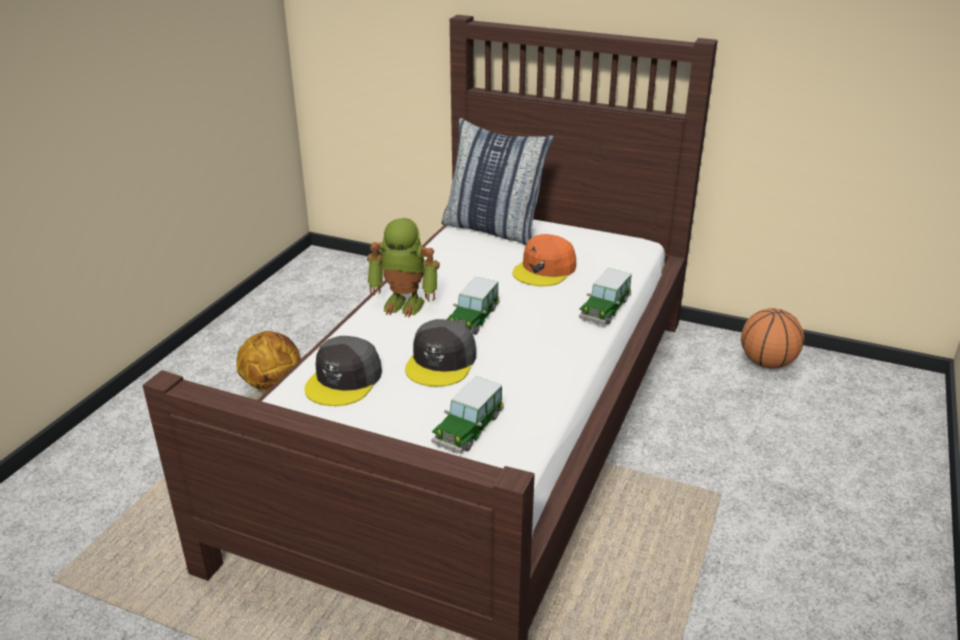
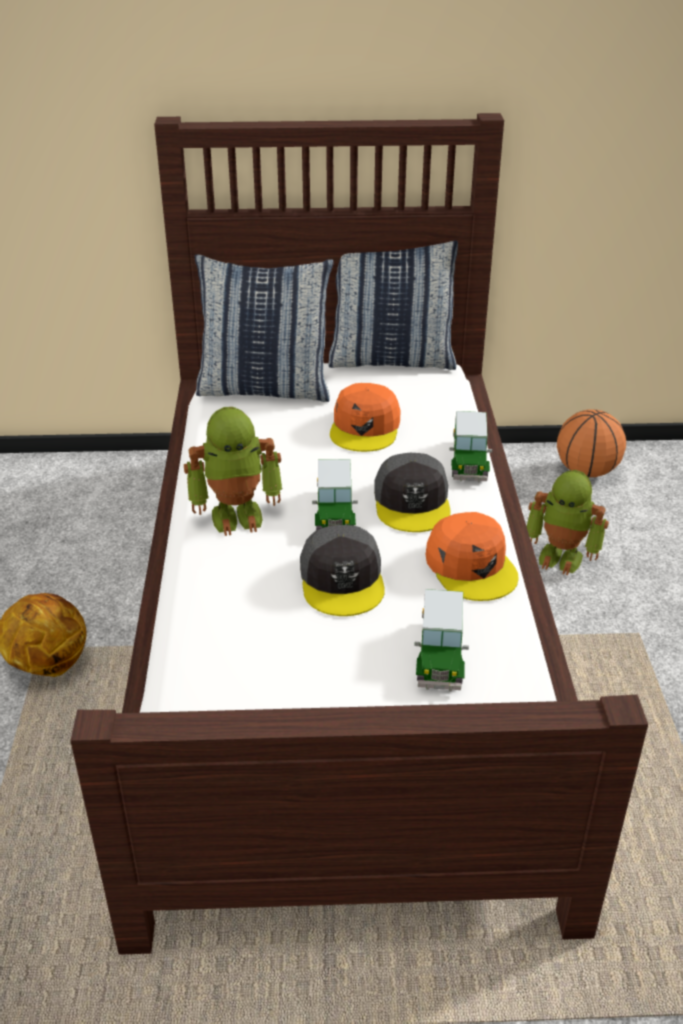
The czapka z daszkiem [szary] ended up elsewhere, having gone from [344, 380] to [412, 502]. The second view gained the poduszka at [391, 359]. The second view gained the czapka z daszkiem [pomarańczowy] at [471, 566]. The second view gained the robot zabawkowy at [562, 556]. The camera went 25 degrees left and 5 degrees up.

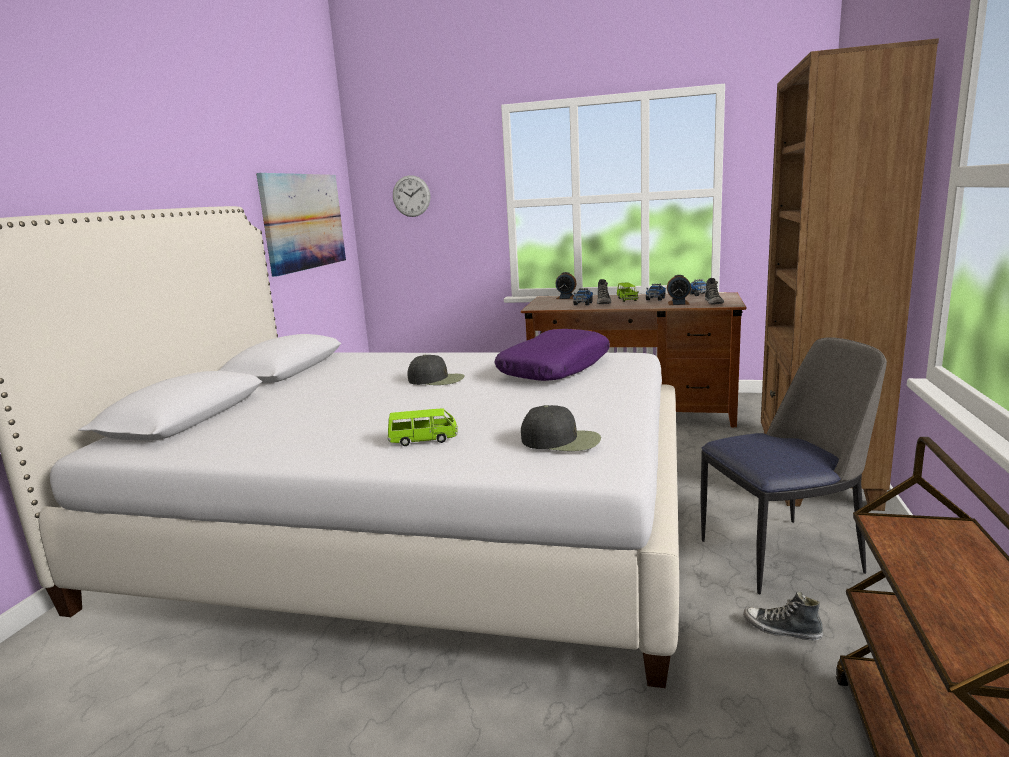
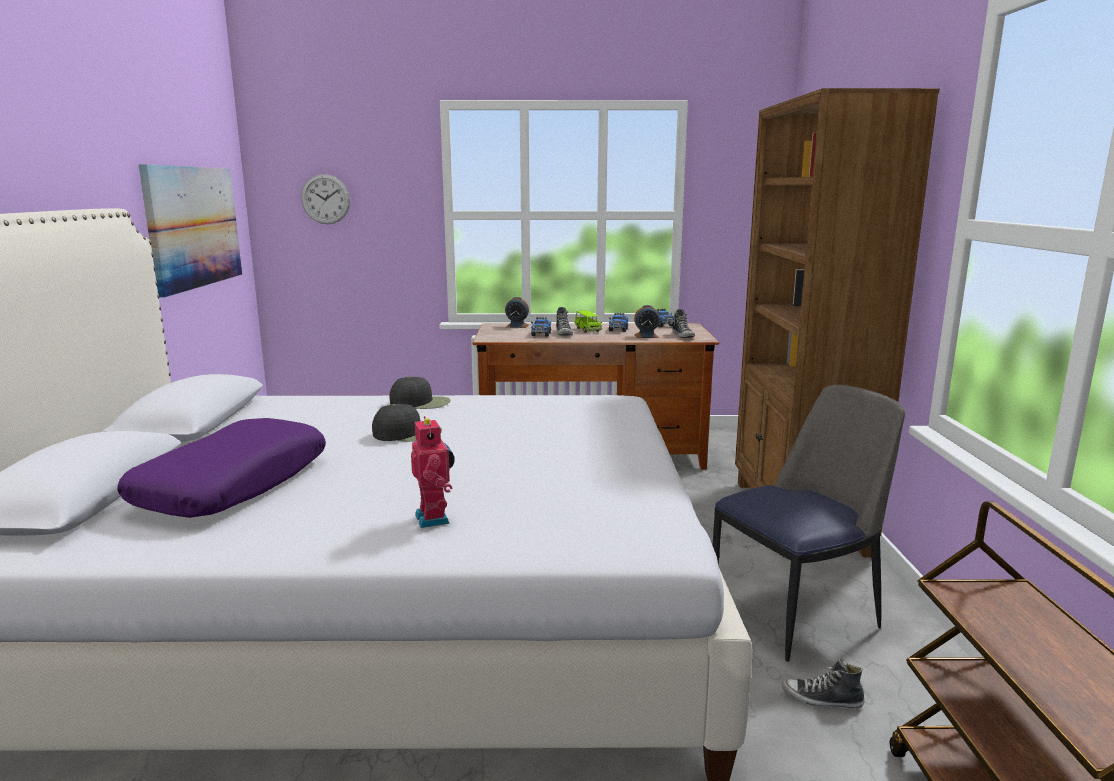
Where the samochodzik [zielony] stood at [423, 440], the robot zabawkowy came to stand at [435, 518]. The poduszka [fioletowy] ended up elsewhere, having gone from [554, 368] to [233, 484]. The czapka z daszkiem [czarny] ended up elsewhere, having gone from [562, 440] to [421, 403]. The camera went 15 degrees left and 0 degrees up.

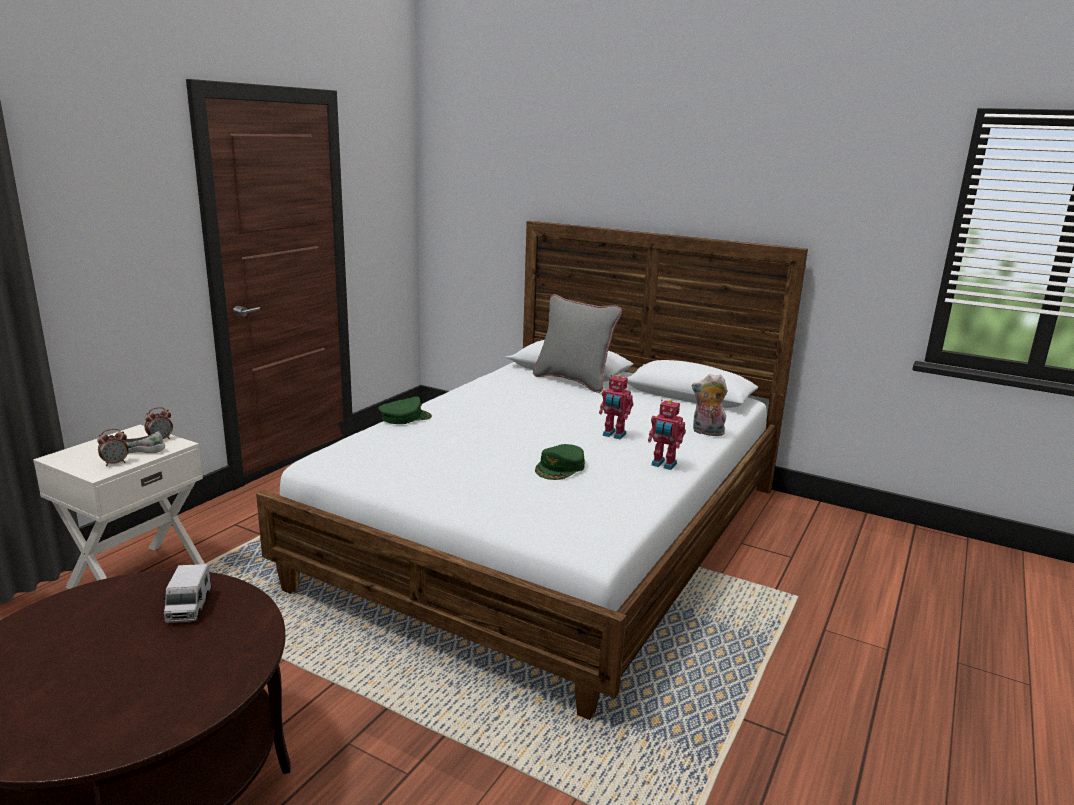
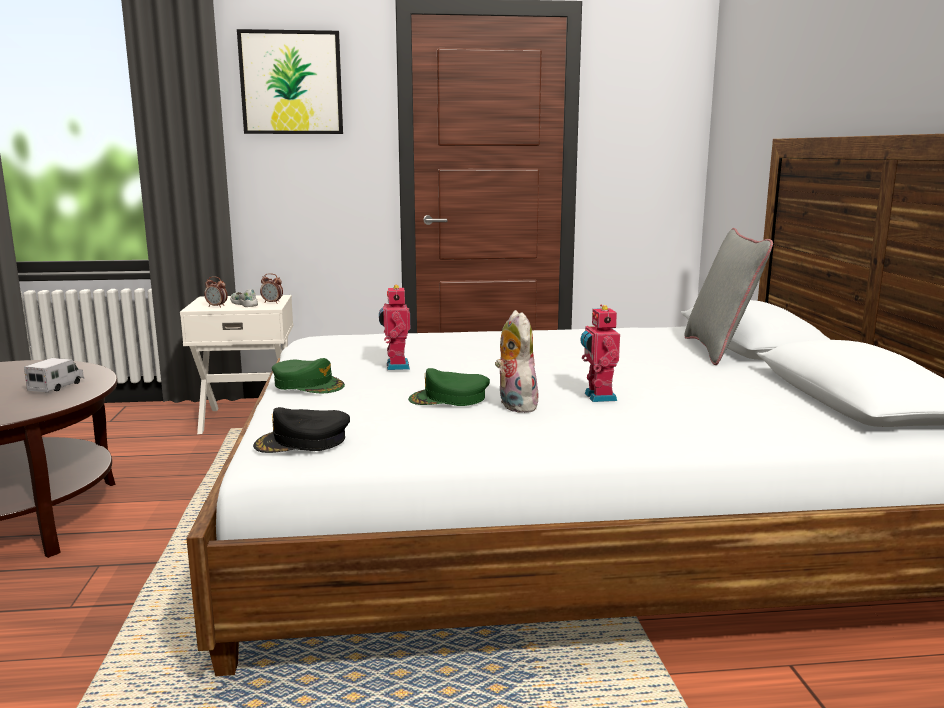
The ciężarówka zabawkowa at [188, 607] ended up facing another way, 150 degrees clockwise from before. The czapka z daszkiem [zielony] ended up elsewhere, having gone from [405, 417] to [308, 384]. The robot zabawkowy ended up elsewhere, having gone from [663, 465] to [395, 366]. The pluszak ended up elsewhere, having gone from [706, 432] to [514, 405]. The second view gained the obraz at [291, 83]. The second view gained the czapka z daszkiem [czarny] at [303, 441]. The camera went 55 degrees right and 5 degrees down.

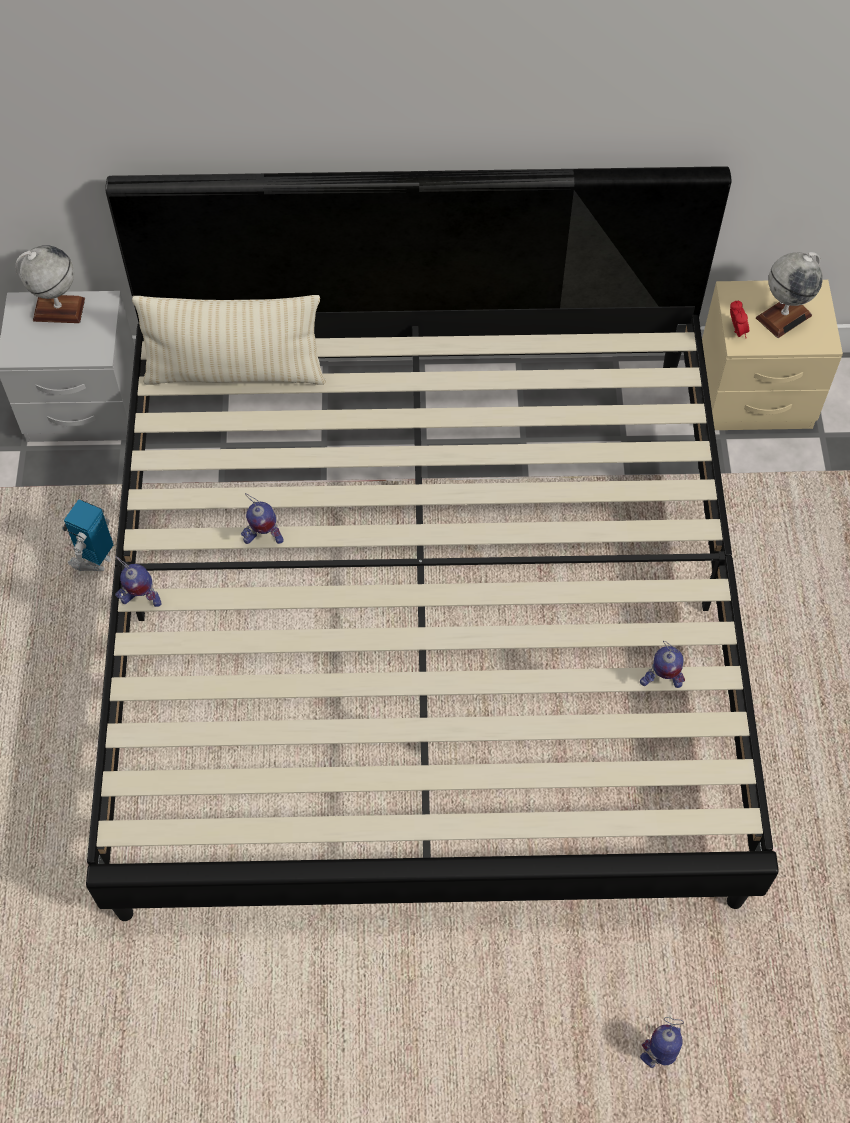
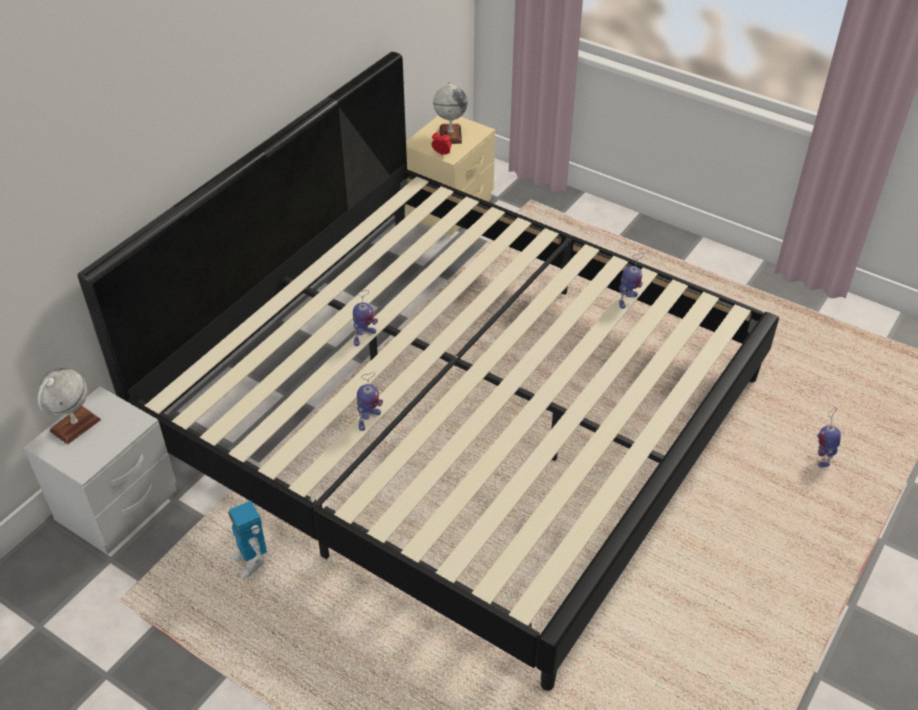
The robot zabawkowy ended up elsewhere, having gone from [141, 600] to [363, 337]. The second view lost the poduszka [beżowy] at [235, 372]. The camera went 55 degrees left and 15 degrees down.

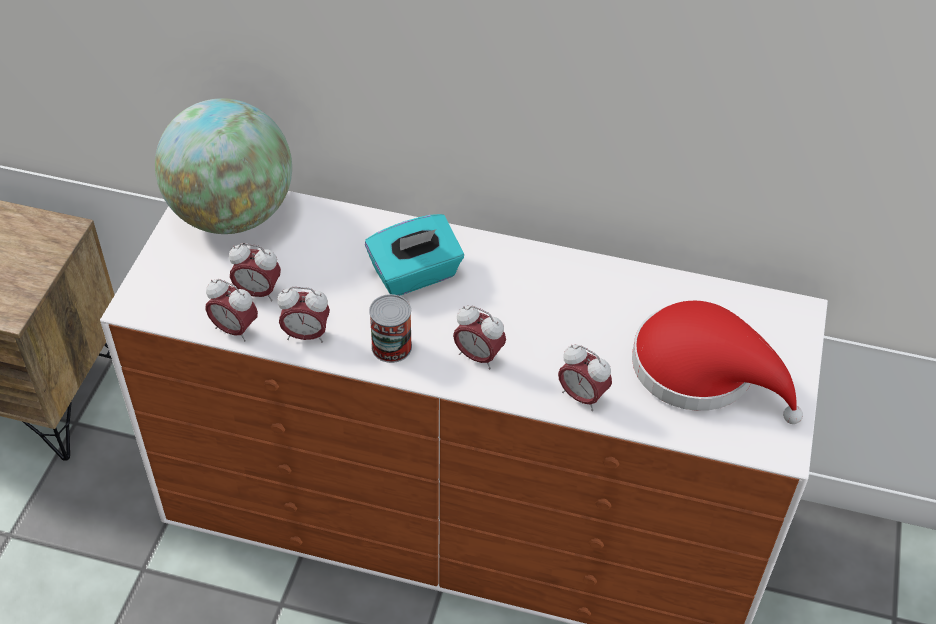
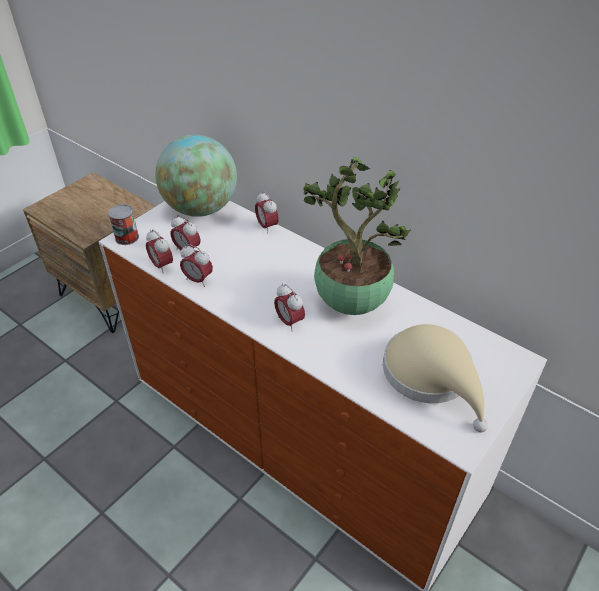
The second view lost the pudełko chusteczek [turkusowy] at [415, 275]. The puszka ended up elsewhere, having gone from [391, 347] to [127, 237]. The budzik ended up elsewhere, having gone from [581, 396] to [267, 227]. What was the kapelusz [czerwony] at [703, 371] turned into the kapelusz [beżowy] at [431, 376]. The second view gained the roślina doniczkowa at [349, 303]. The camera went 25 degrees right and 5 degrees down.

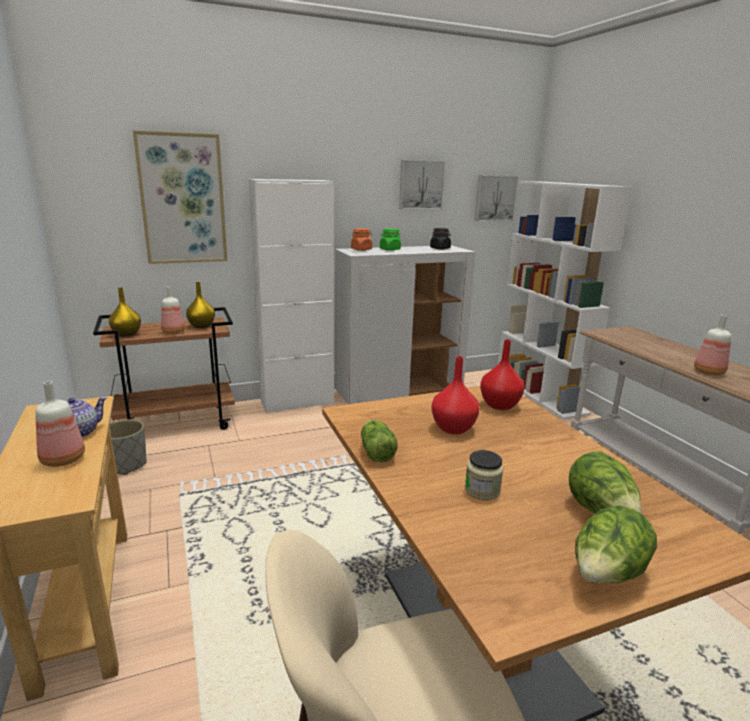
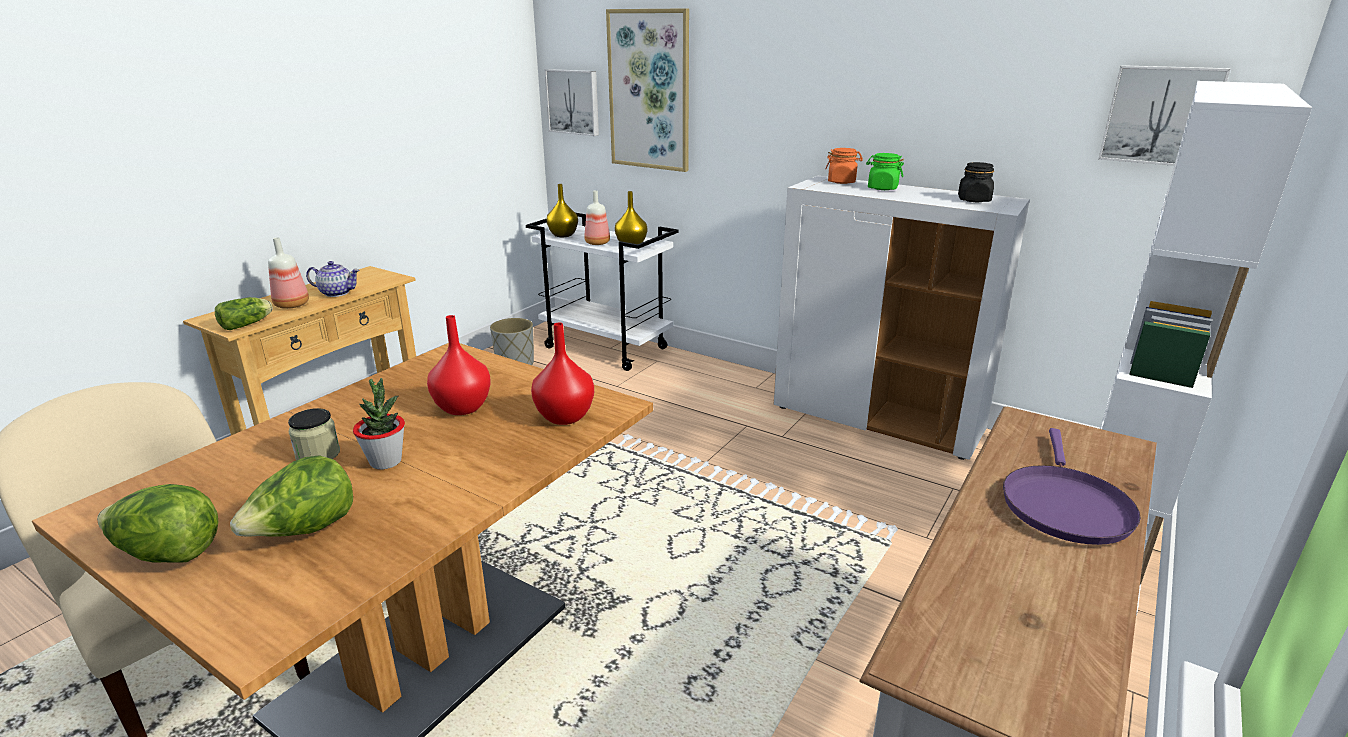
What was the wózek [brązowy] at [178, 423] turned into the wózek [biały] at [607, 348]. The second view lost the szafka [biały] at [297, 402]. The sałata ended up elsewhere, having gone from [376, 451] to [248, 324]. The obraz ended up elsewhere, having gone from [421, 184] to [574, 102]. The second view lost the butelka at [708, 372]. The second view gained the roślina doniczkowa at [386, 461]. The second view gained the patelnia [fioletowy] at [1064, 505]. The camera went 55 degrees right and 5 degrees up.

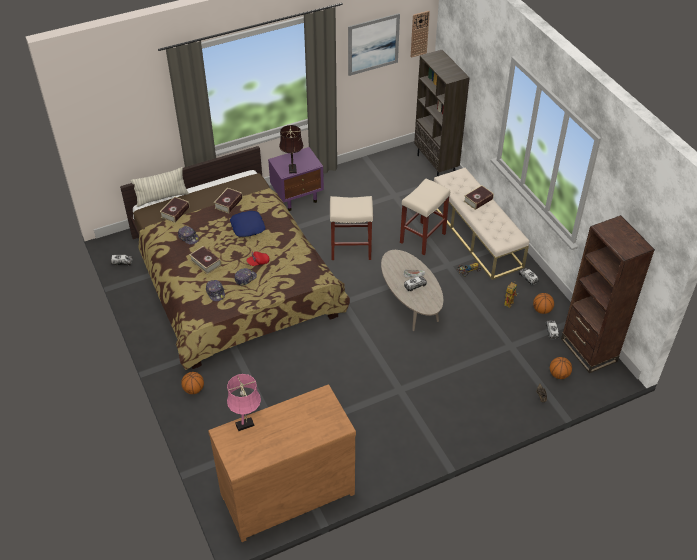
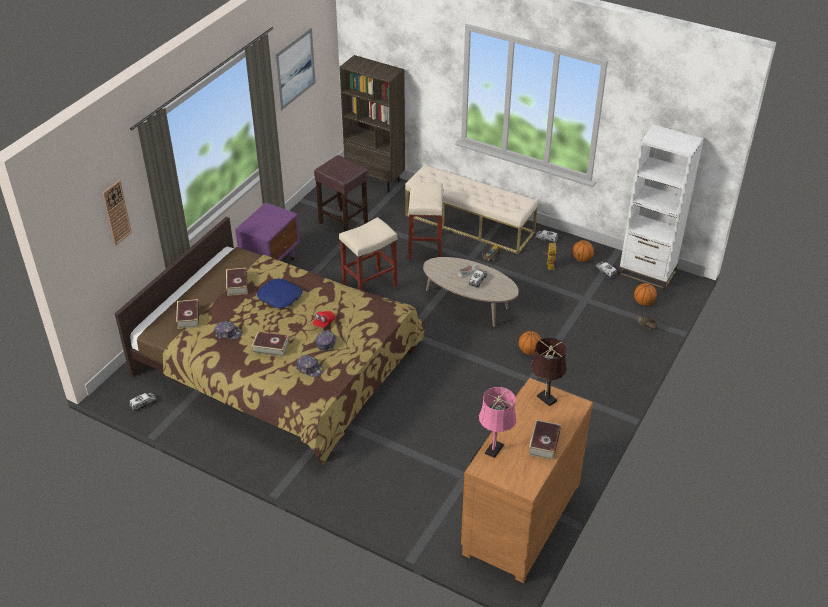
The second view lost the poduszka at [162, 198]. The piłka do koszykówki ended up elsewhere, having gone from [194, 389] to [529, 351]. The lampa stołowa [brązowy] ended up elsewhere, having gone from [292, 168] to [545, 397]. The zegar ścienny ended up elsewhere, having gone from [419, 34] to [116, 212]. The książka ended up elsewhere, having gone from [478, 200] to [544, 443]. What was the regał [brązowy] at [588, 350] turned into the regał [biały] at [647, 273]. The second view gained the stołek [brązowy] at [344, 223]. The camera went 35 degrees left and 5 degrees down.

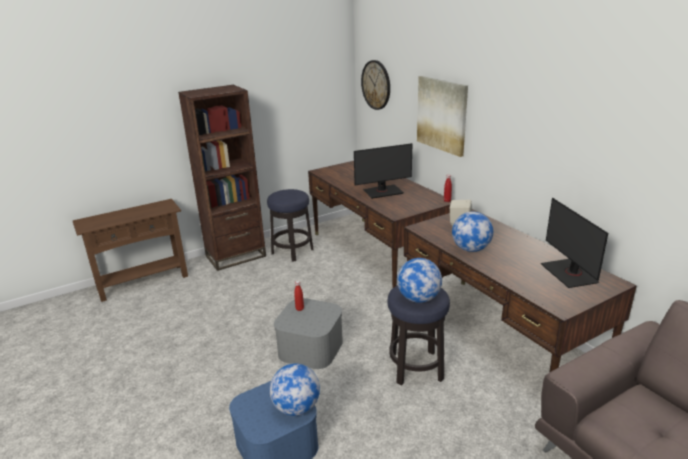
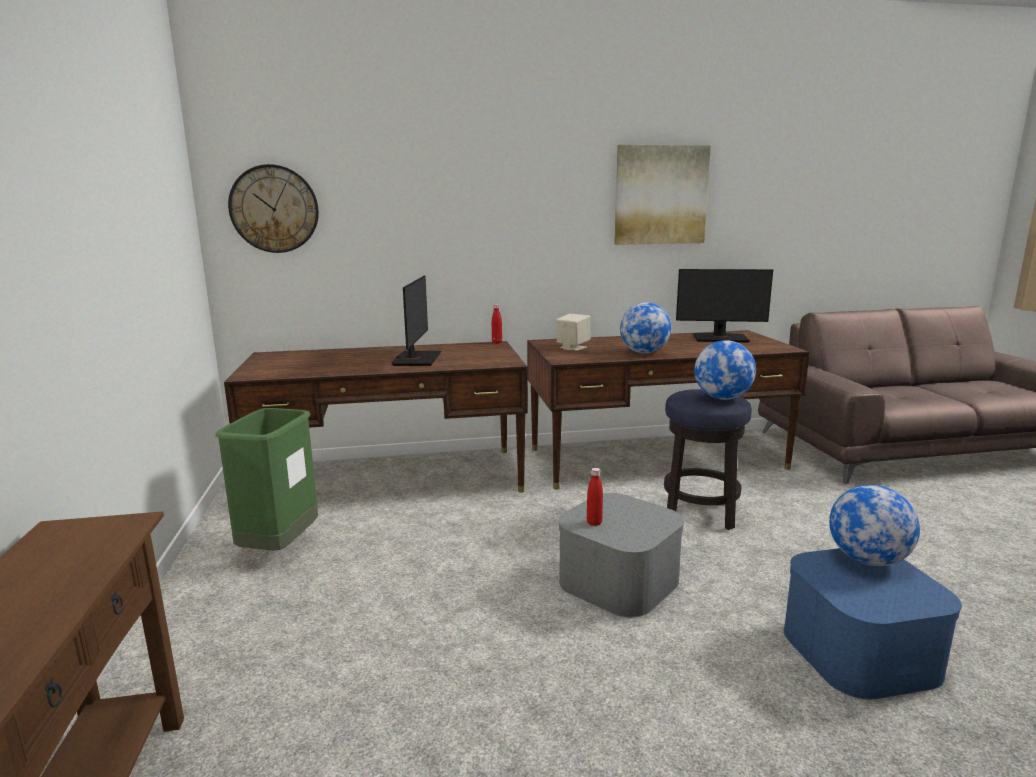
The second view lost the regał [brązowy] at [236, 256]. Where the stołek stood at [292, 251], the kosz na śmieci [zielony] came to stand at [280, 548]. The obraz ended up elsewhere, having gone from [442, 115] to [660, 195]. The camera went 70 degrees left and 10 degrees down.

